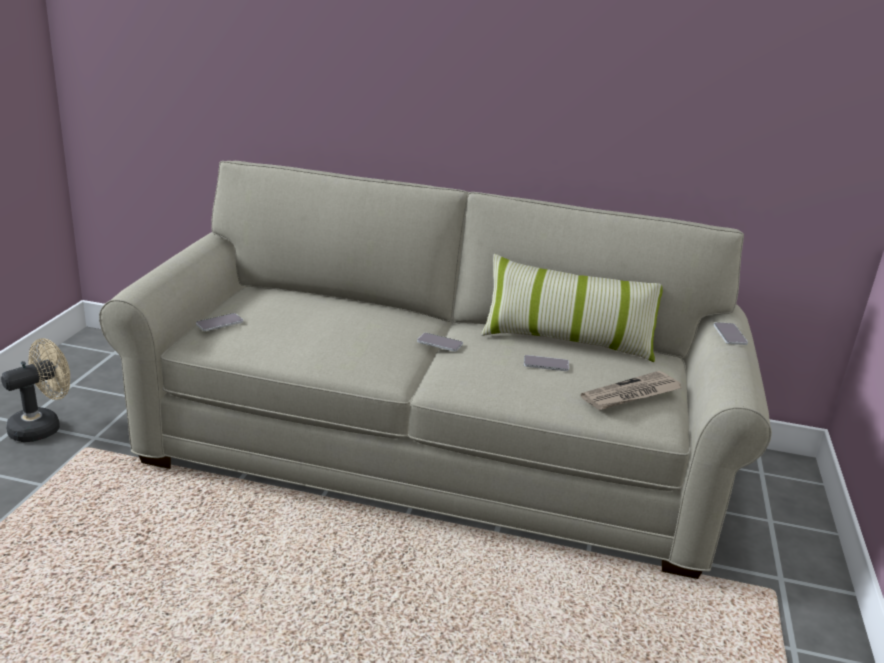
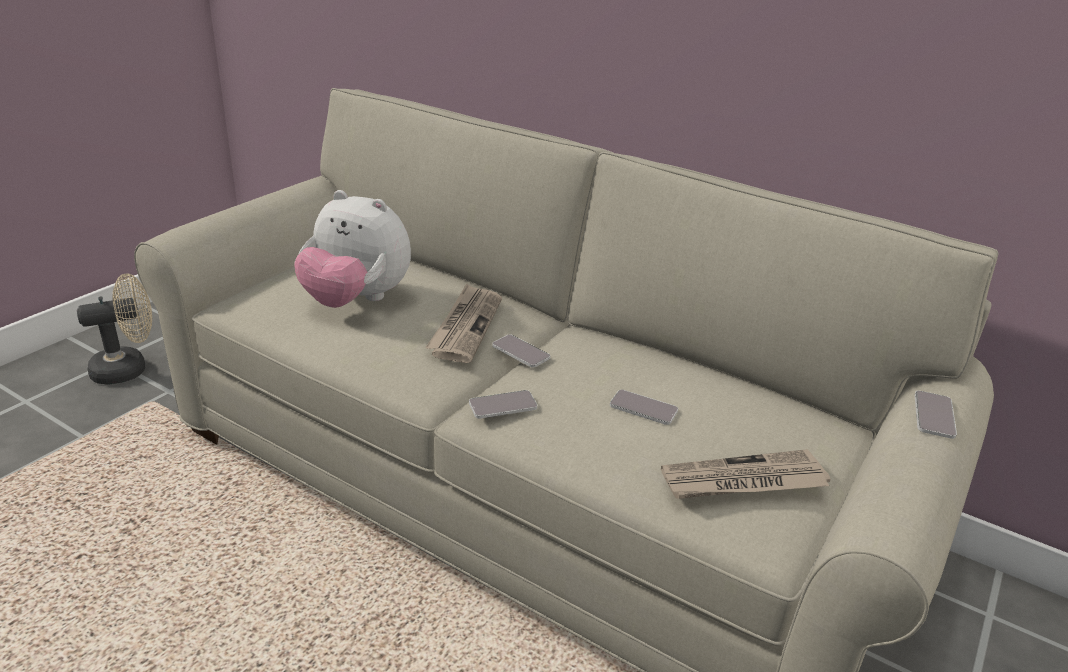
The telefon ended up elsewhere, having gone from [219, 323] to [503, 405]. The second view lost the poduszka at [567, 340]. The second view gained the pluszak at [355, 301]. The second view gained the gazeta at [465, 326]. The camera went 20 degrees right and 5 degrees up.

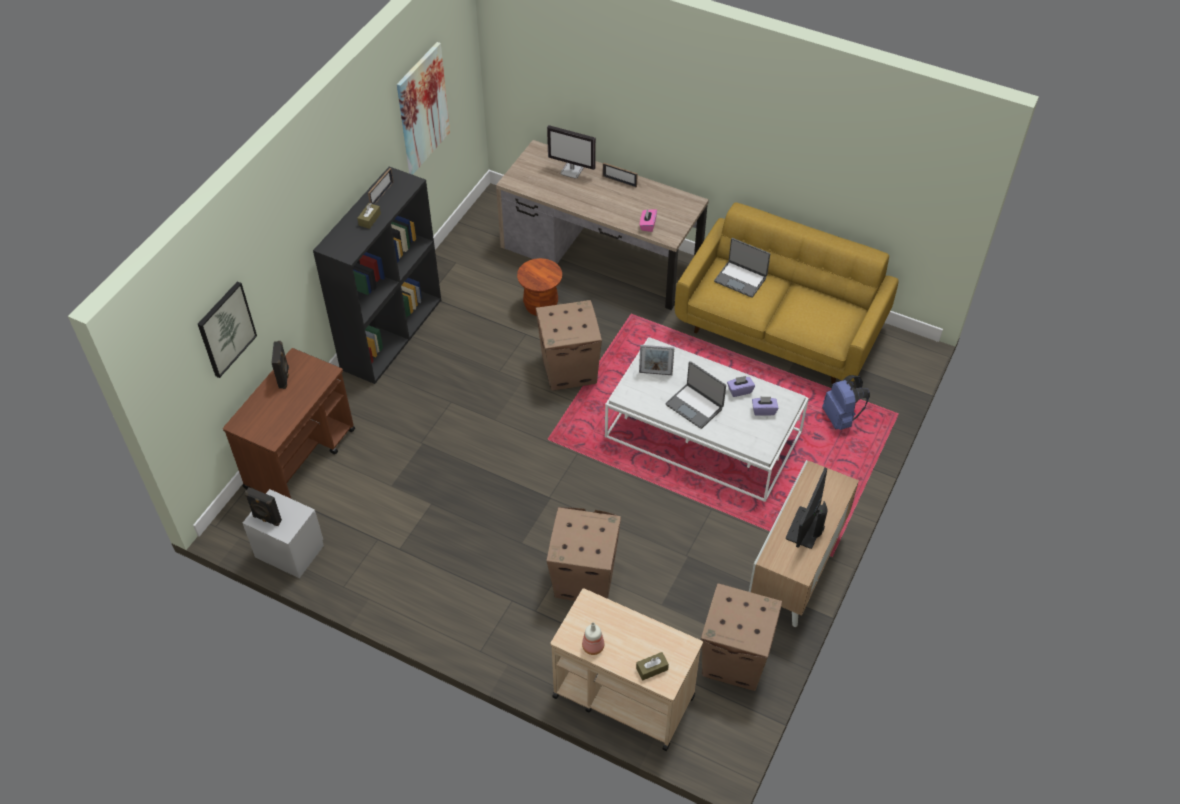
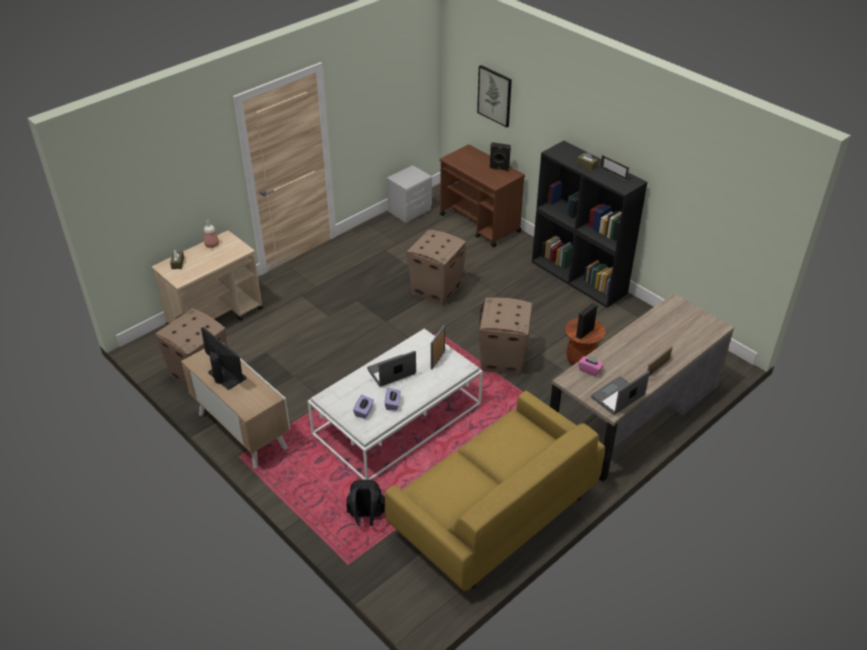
The głośnik [czarny] ended up elsewhere, having gone from [266, 519] to [584, 332]. The second view lost the obraz at [422, 108]. The karton ended up elsewhere, having gone from [583, 579] to [437, 289]. The second view lost the monitor at [572, 171]. The laptop ended up elsewhere, having gone from [741, 279] to [618, 397]. What was the plecak [niebieski] at [841, 418] turned into the plecak [czarny] at [366, 517]. The camera went 110 degrees right and 10 degrees down.

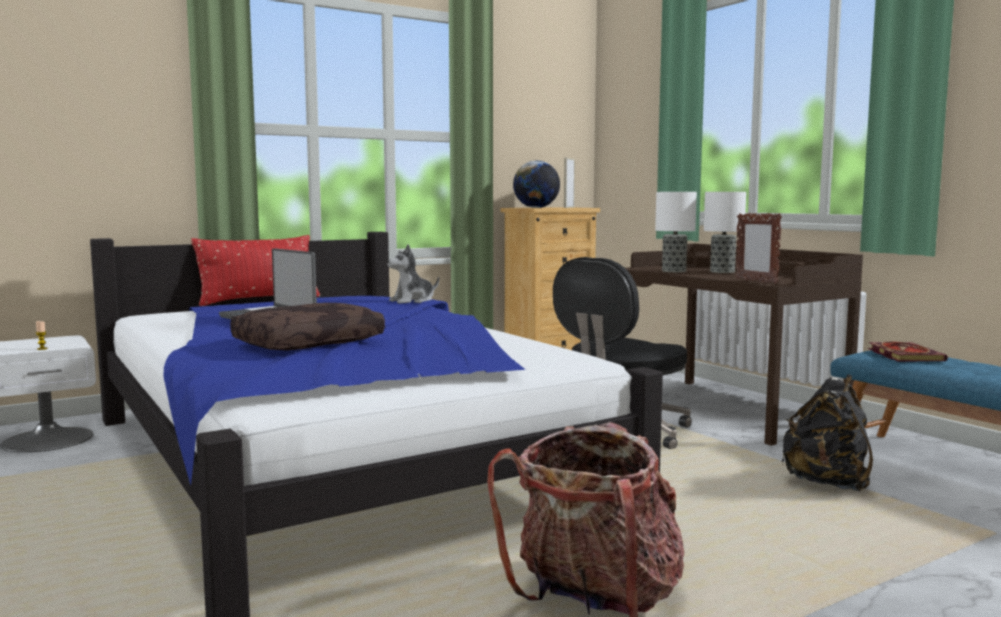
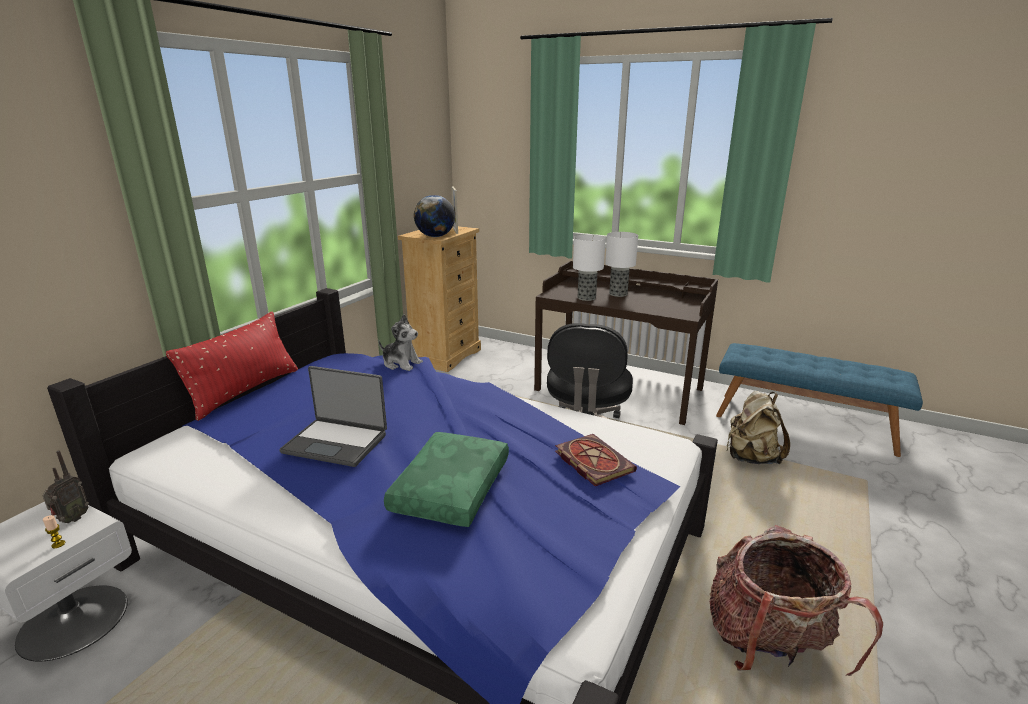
What was the poduszka [brązowy] at [309, 342] turned into the poduszka [zielony] at [449, 488]. The pluszak at [413, 301] ended up facing another way, 90 degrees counterclockwise from before. The second view lost the ramka na zdjęcie at [756, 281]. What was the plecak [czarny] at [827, 483] turned into the plecak [beżowy] at [751, 458]. The książka ended up elsewhere, having gone from [903, 355] to [591, 461]. The second view gained the radio at [71, 519]. The camera went 30 degrees left and 15 degrees up.

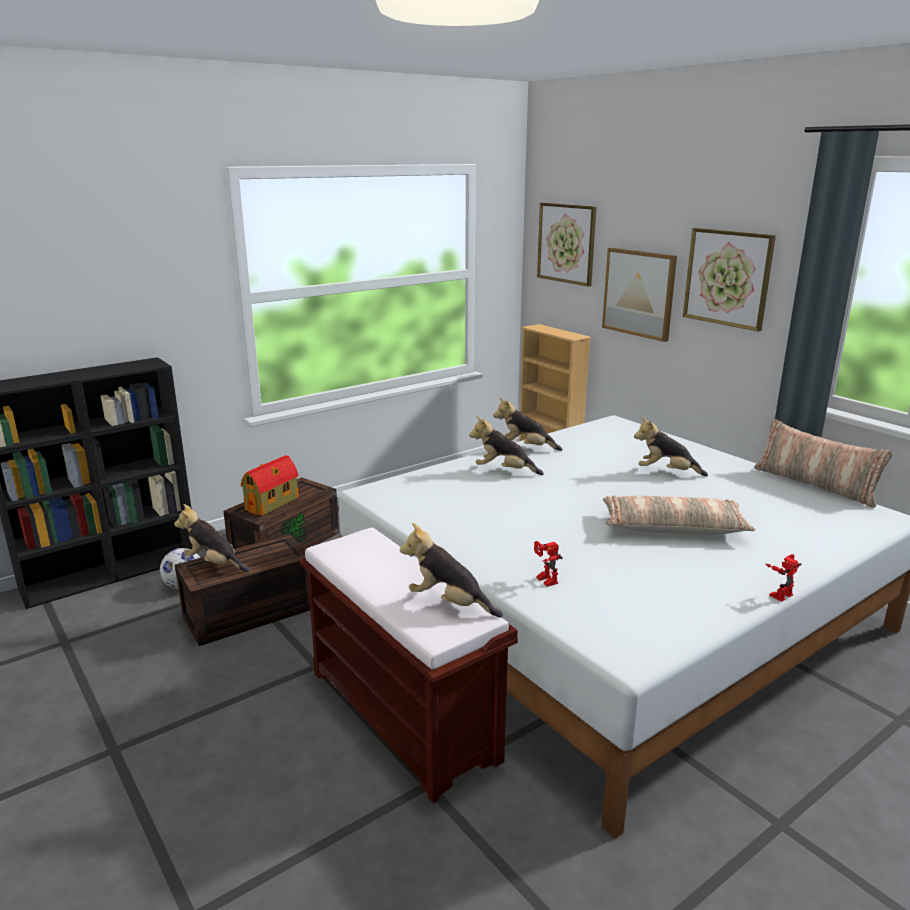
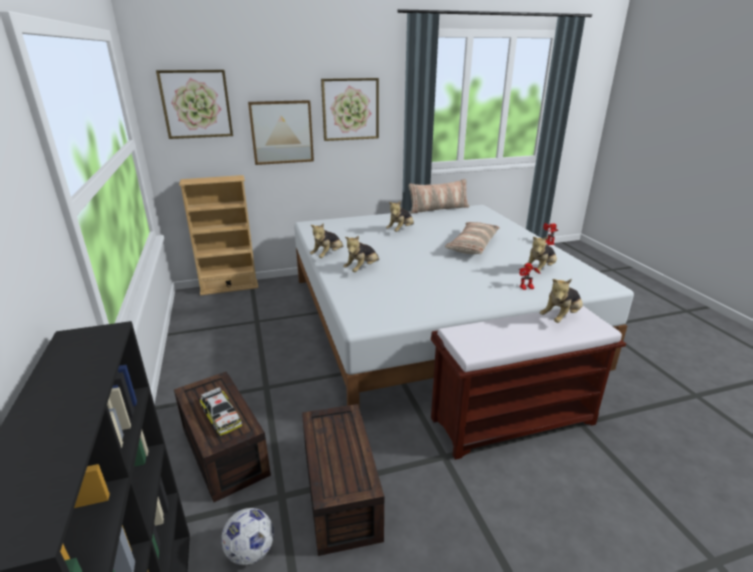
The pluszak ended up elsewhere, having gone from [214, 564] to [540, 270]. Where the domek stood at [273, 503], the samochodzik came to stand at [221, 416]. The camera went 70 degrees left and 5 degrees up.

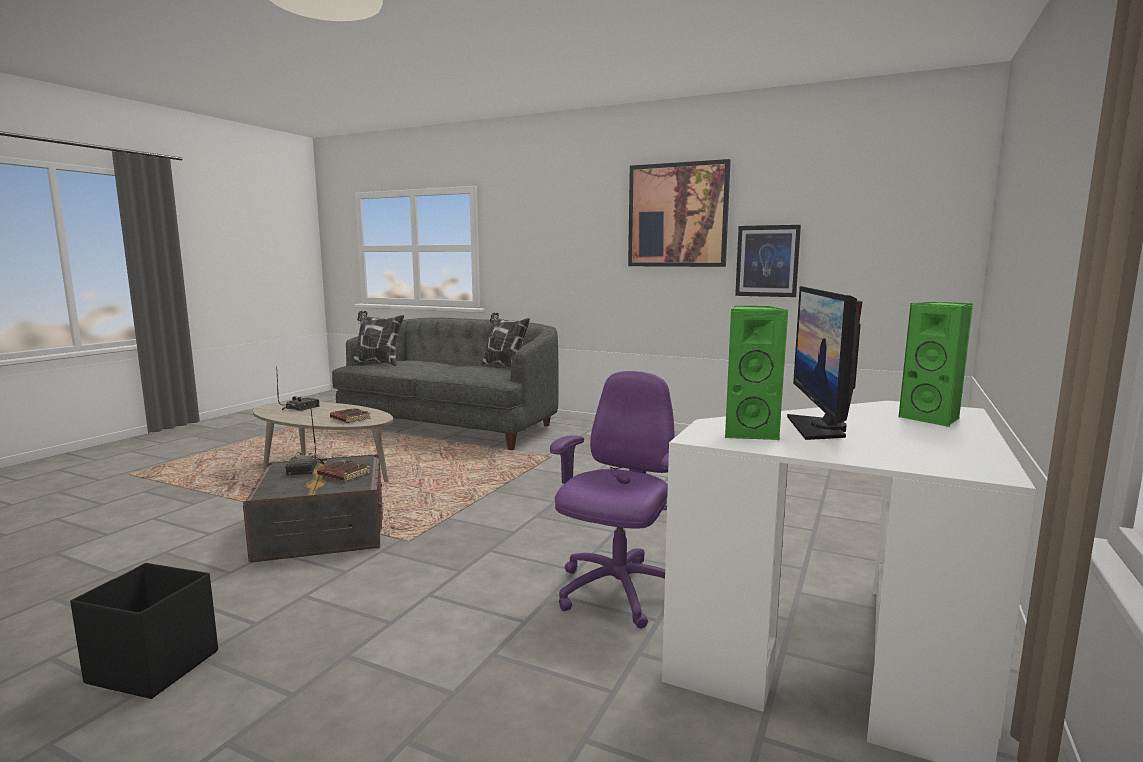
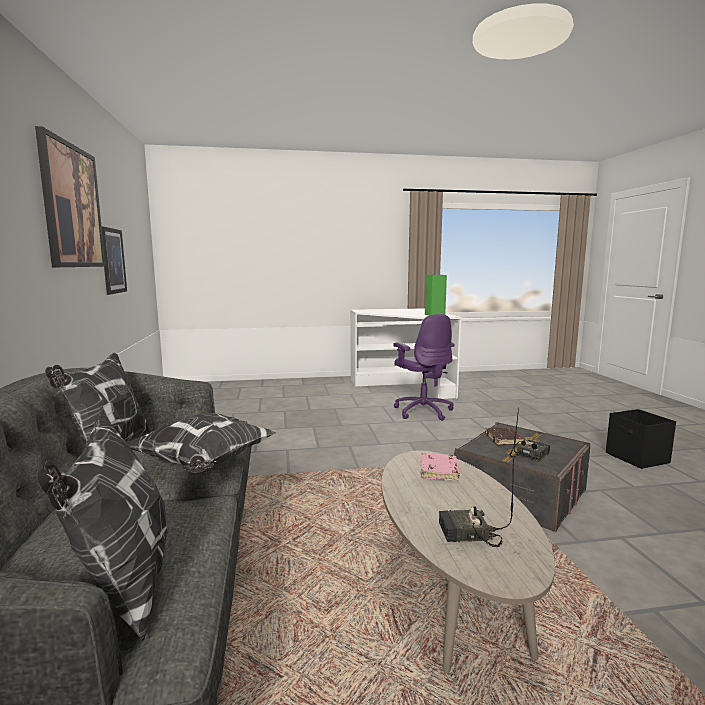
What was the książka [brązowy] at [349, 419] turned into the książka [różowy] at [440, 471]. The krzesło biurowe [fioletowy] at [617, 592] ended up facing another way, 105 degrees counterclockwise from before. The second view lost the monitor at [819, 428]. The second view lost the głośnik [zielony] at [933, 419]. The second view gained the poduszka at [204, 464]. The camera went 125 degrees left and 0 degrees up.

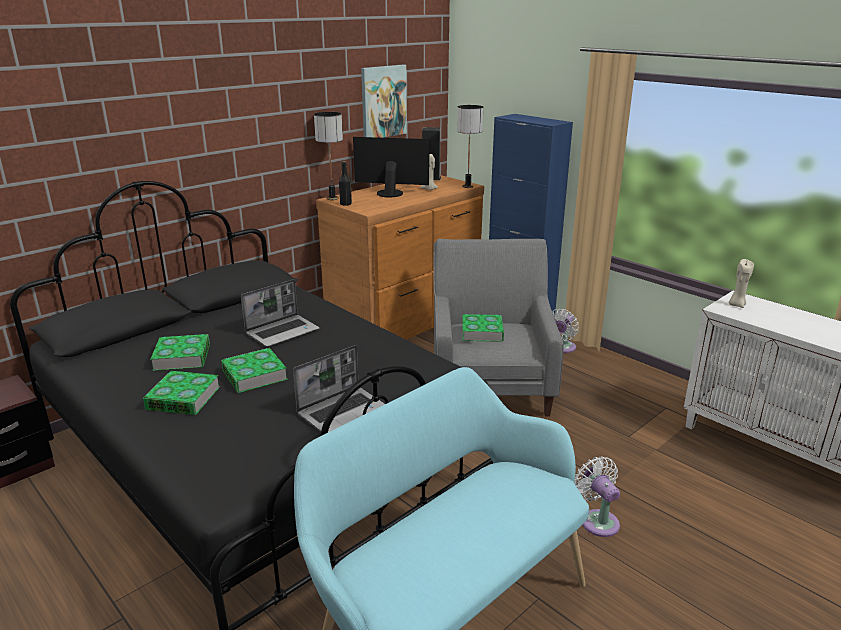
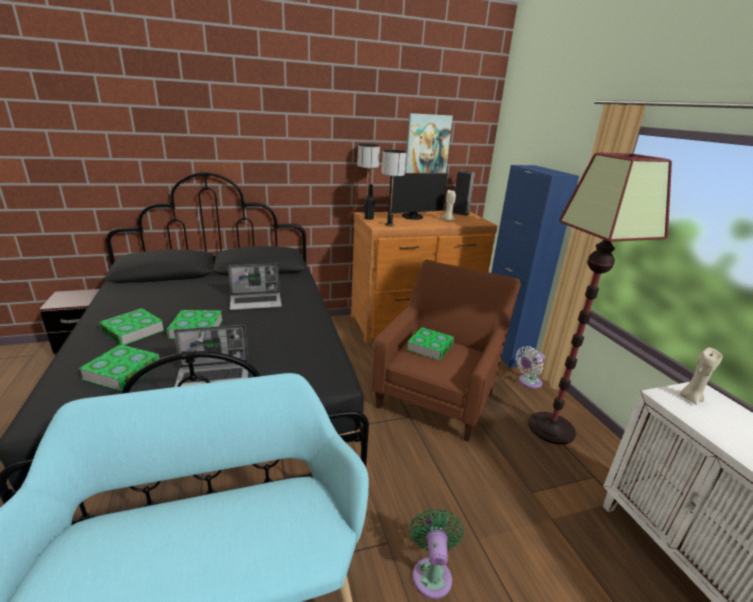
The książka ended up elsewhere, having gone from [182, 357] to [122, 371]. The monitor at [390, 193] ended up facing another way, 120 degrees clockwise from before. What was the fotel [szary] at [489, 384] turned into the fotel [brązowy] at [438, 394]. The lampa stołowa ended up elsewhere, having gone from [467, 186] to [389, 225]. What was the wentylator [biały] at [597, 520] turned into the wentylator [zielony] at [431, 573]. The second view gained the lampa stojąca at [552, 428]. The camera went 25 degrees right and 0 degrees up.

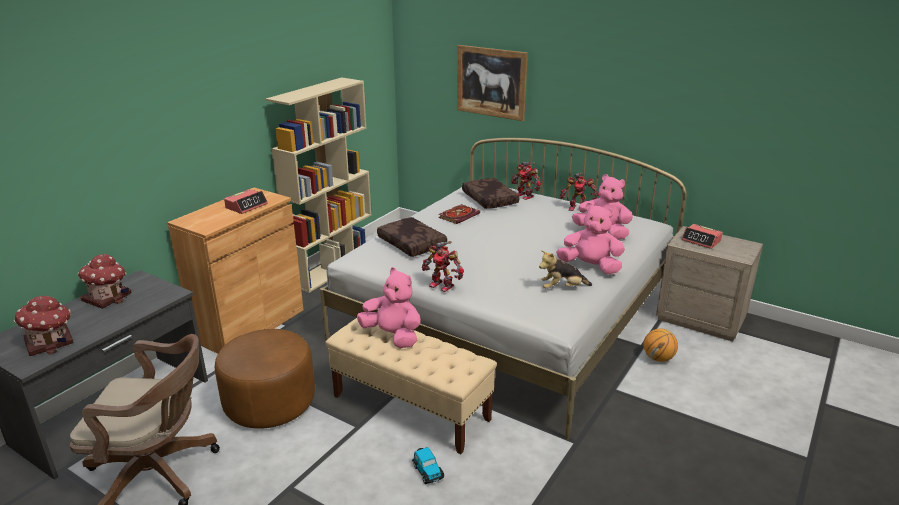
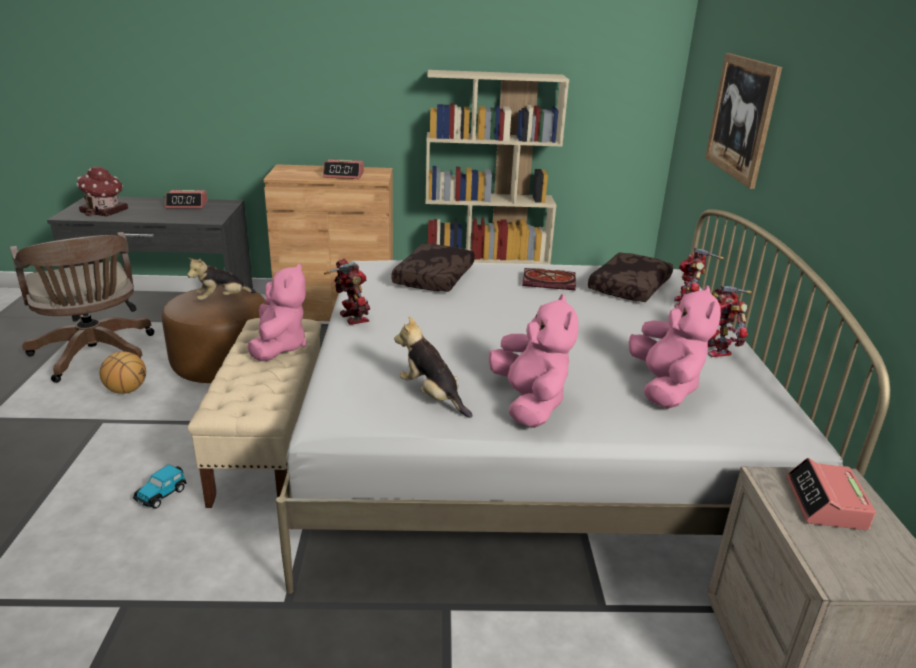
Where the domek stood at [108, 297], the budzik came to stand at [187, 205]. The robot zabawkowy at [442, 285] ended up facing another way, 150 degrees clockwise from before. The piłka do koszykówki ended up elsewhere, having gone from [658, 358] to [126, 390]. The second view gained the pluszak at [222, 299]. The camera went 55 degrees right and 0 degrees up.

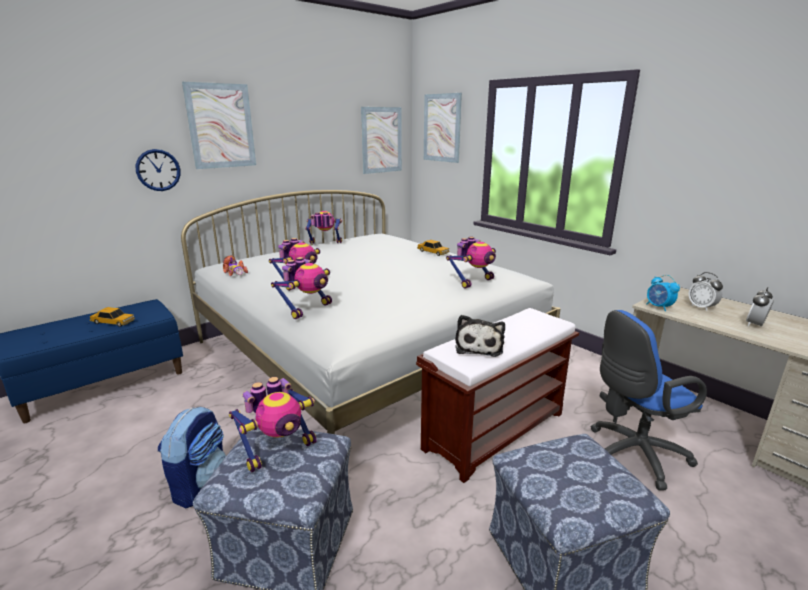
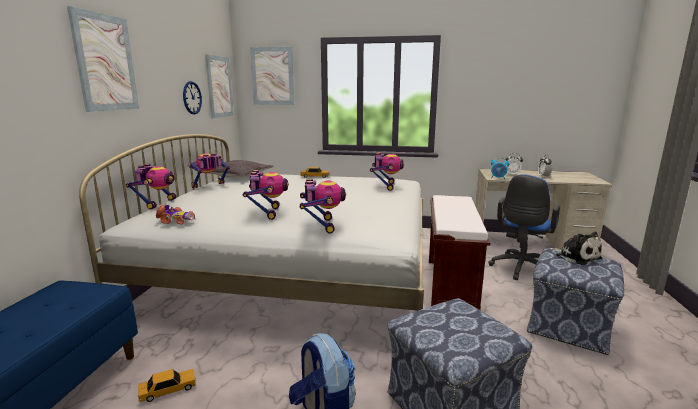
The samochodzik ended up elsewhere, having gone from [113, 322] to [168, 390]. The zegar ścienny ended up elsewhere, having gone from [158, 170] to [192, 98]. The robot zabawkowy ended up elsewhere, having gone from [279, 450] to [157, 203]. The pluszak ended up elsewhere, having gone from [479, 346] to [576, 256]. The second view gained the poduszka [szary] at [238, 176]. The camera went 40 degrees left and 5 degrees down.

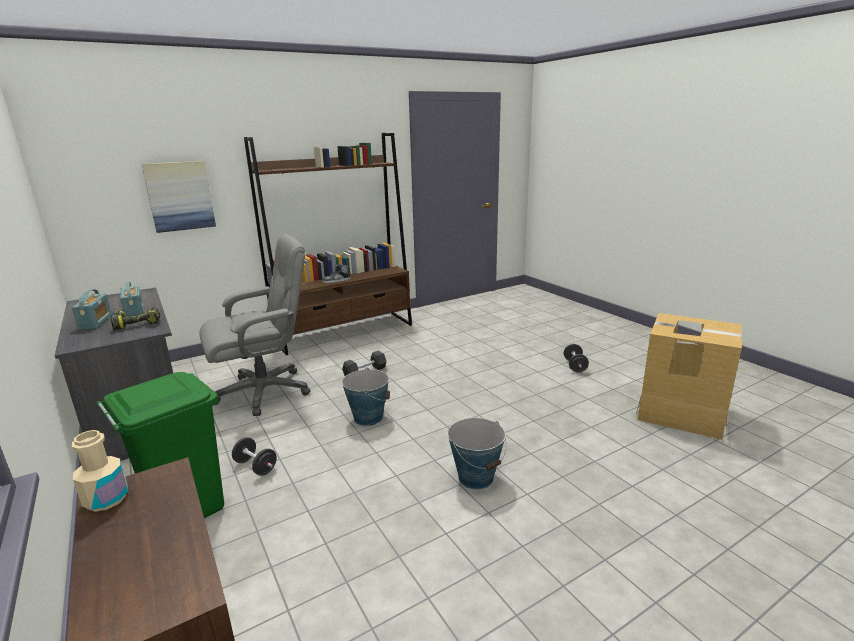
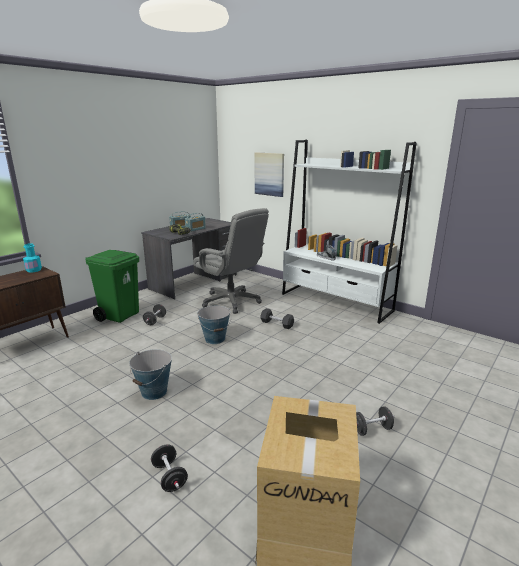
What was the butelka [beżowy] at [106, 499] turned into the butelka [turkusowy] at [34, 270]. What was the regał [brązowy] at [345, 332] turned into the regał [biały] at [335, 302]. The second view gained the hantel [czarny] at [169, 477]. The camera went 70 degrees right and 0 degrees up.

